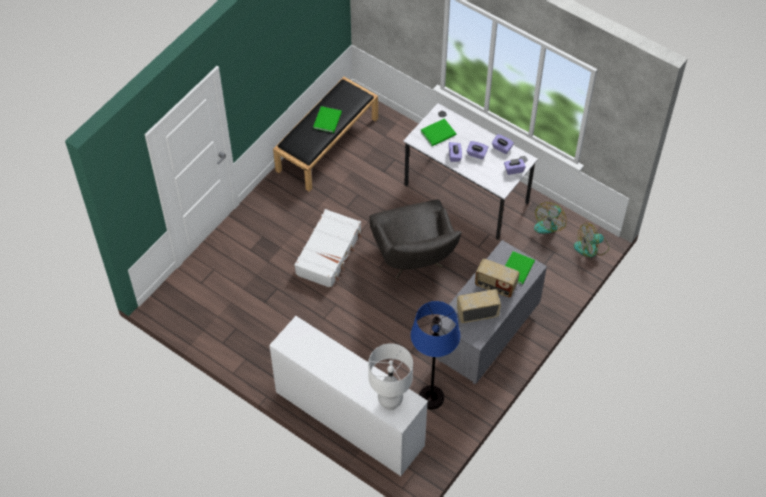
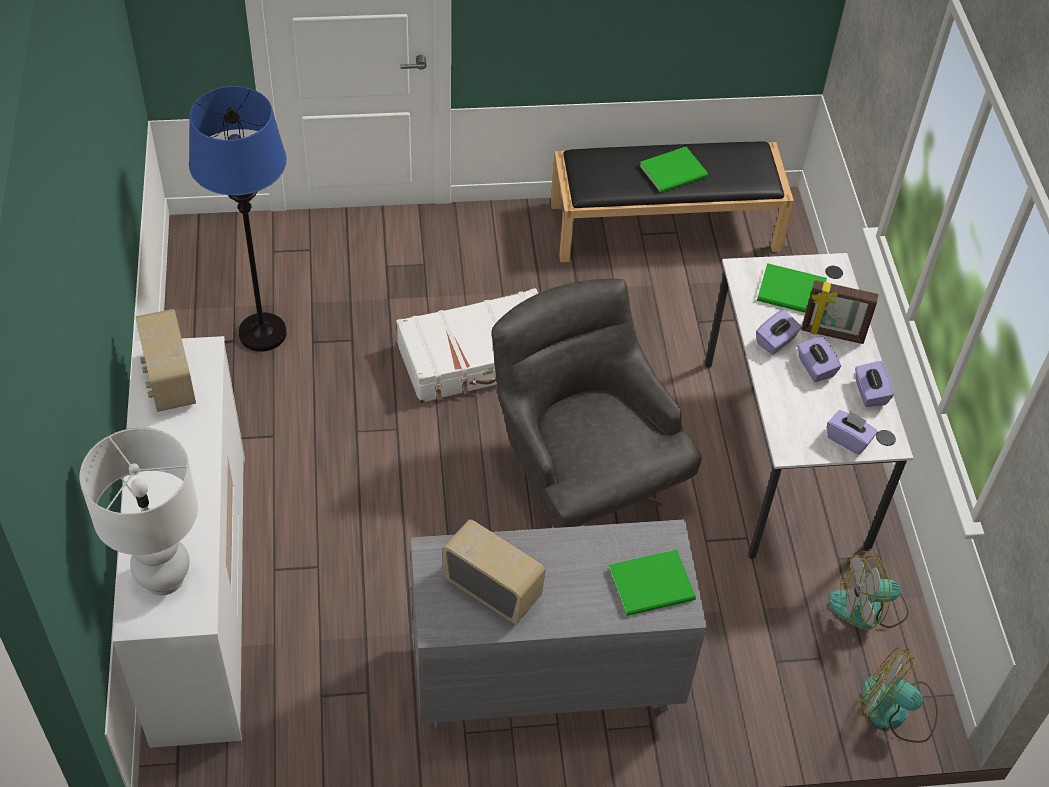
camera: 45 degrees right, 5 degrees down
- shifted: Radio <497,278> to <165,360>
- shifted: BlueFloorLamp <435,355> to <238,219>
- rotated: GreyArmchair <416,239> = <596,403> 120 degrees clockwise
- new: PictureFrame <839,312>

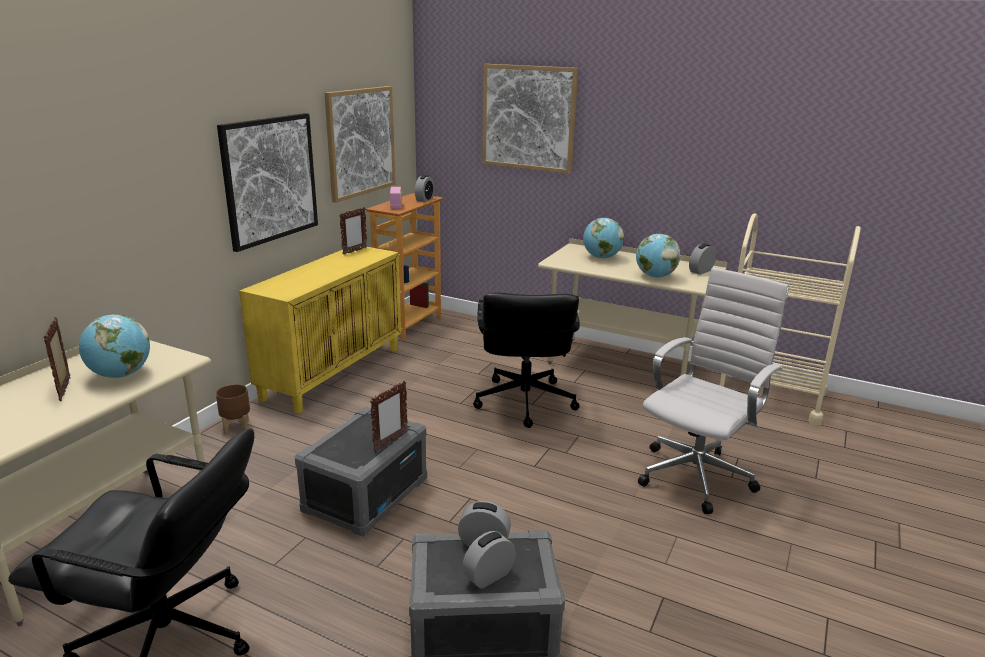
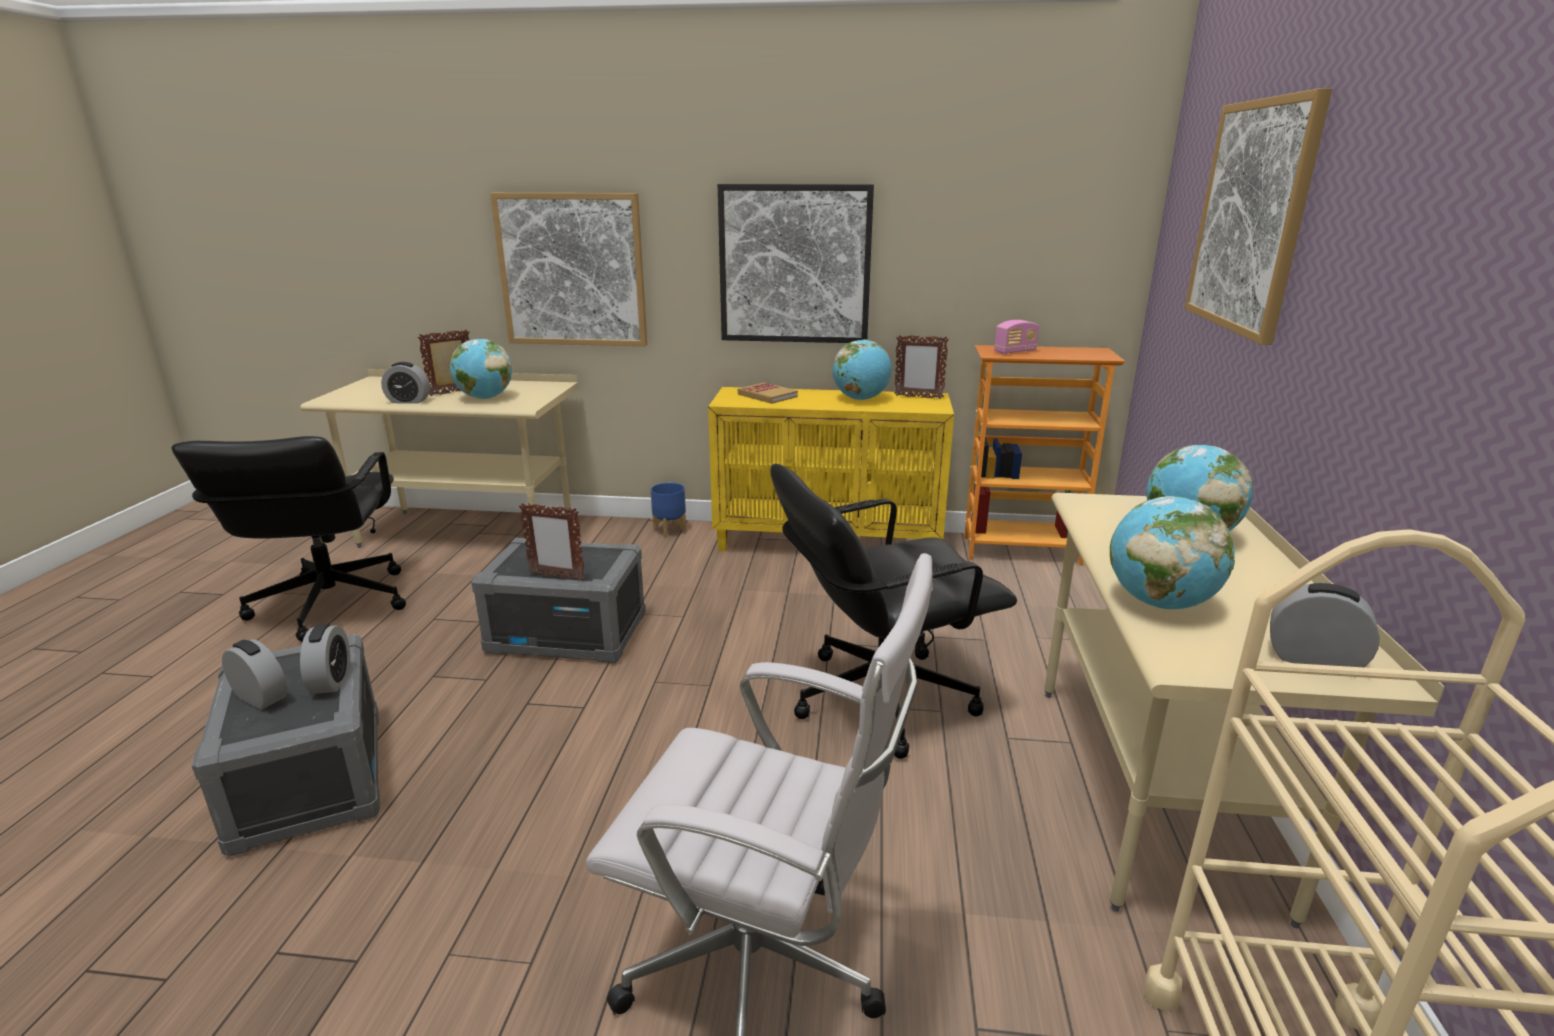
camera: 70 degrees right, 0 degrees up
- shifted: AlarmClock <425,188> to <405,383>
- shifted: Picture <359,144> to <568,269>
- repainted: BrownPlanter <233,409> to BluePlanter <668,510>
- new: Book <768,393>
- new: Globe <862,369>

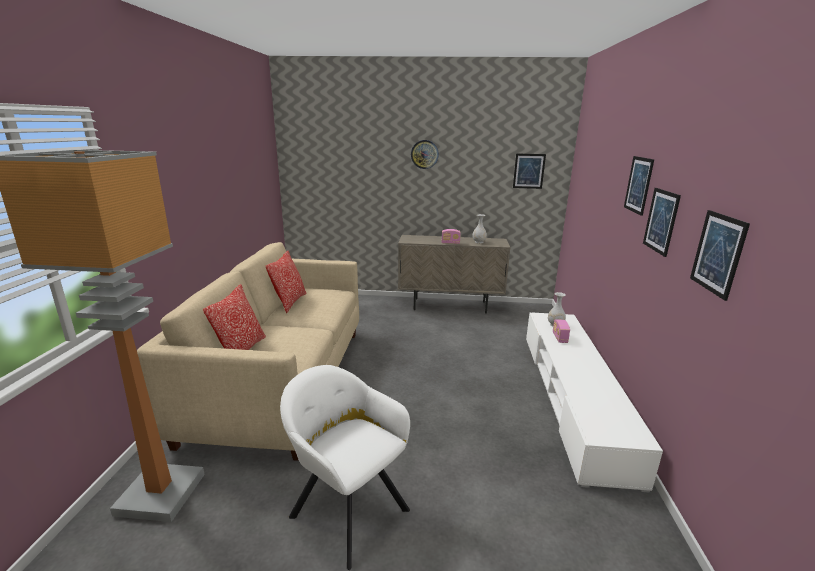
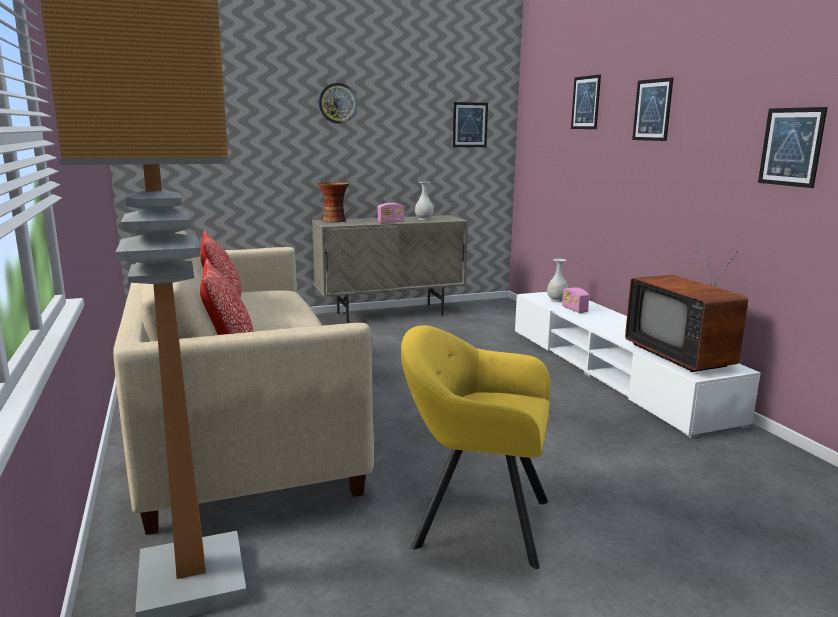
camera: 25 degrees left, 5 degrees down
- new: Vase <333,202>
- repainted: WhiteArmchair <345,467> to YellowArmchair <475,447>
- shifted: Picture <662,222> to <586,101>
- new: Television <686,309>

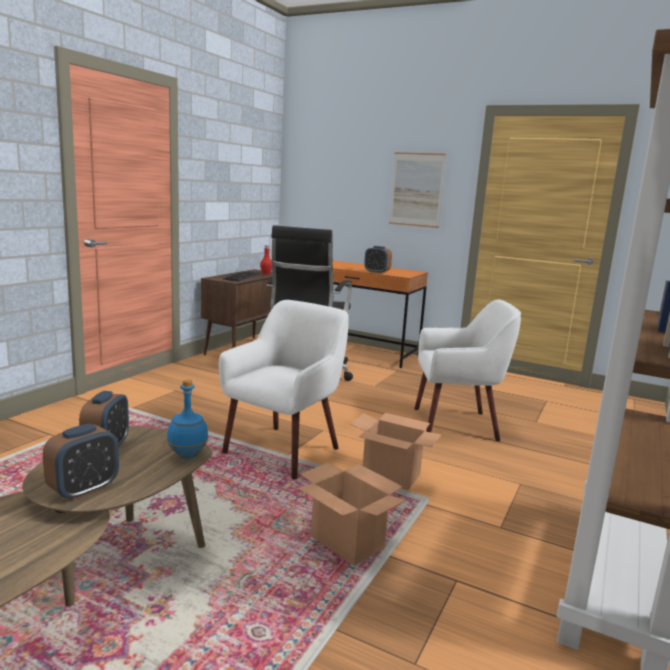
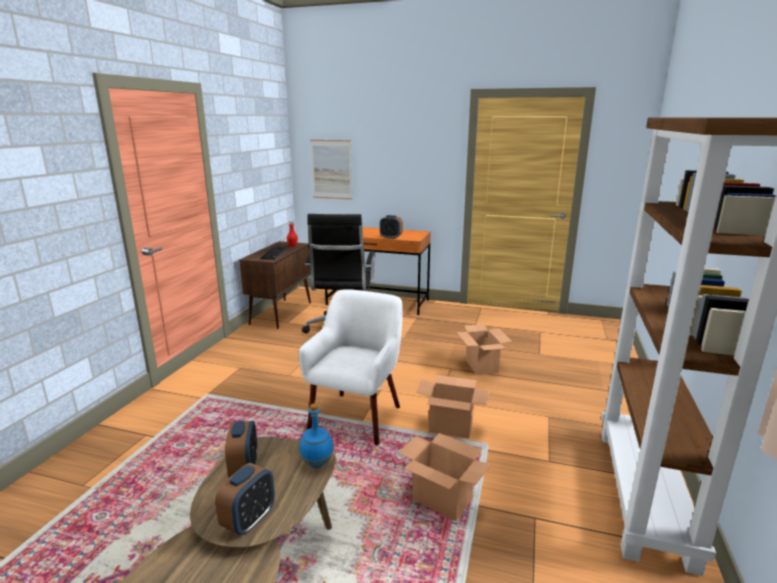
camera: 10 degrees left, 5 degrees up
- shifted: Picture <418,190> to <331,170>
- swapped: WhiteArmchair <467,371> to CardboardBox <484,349>

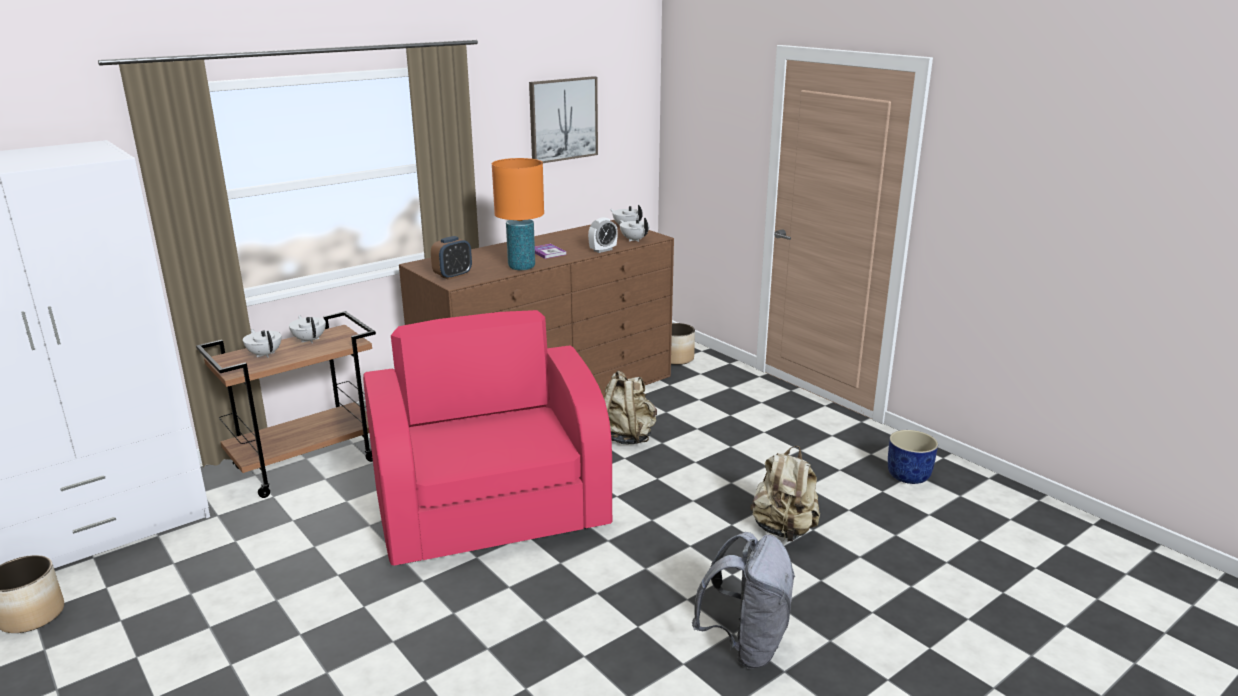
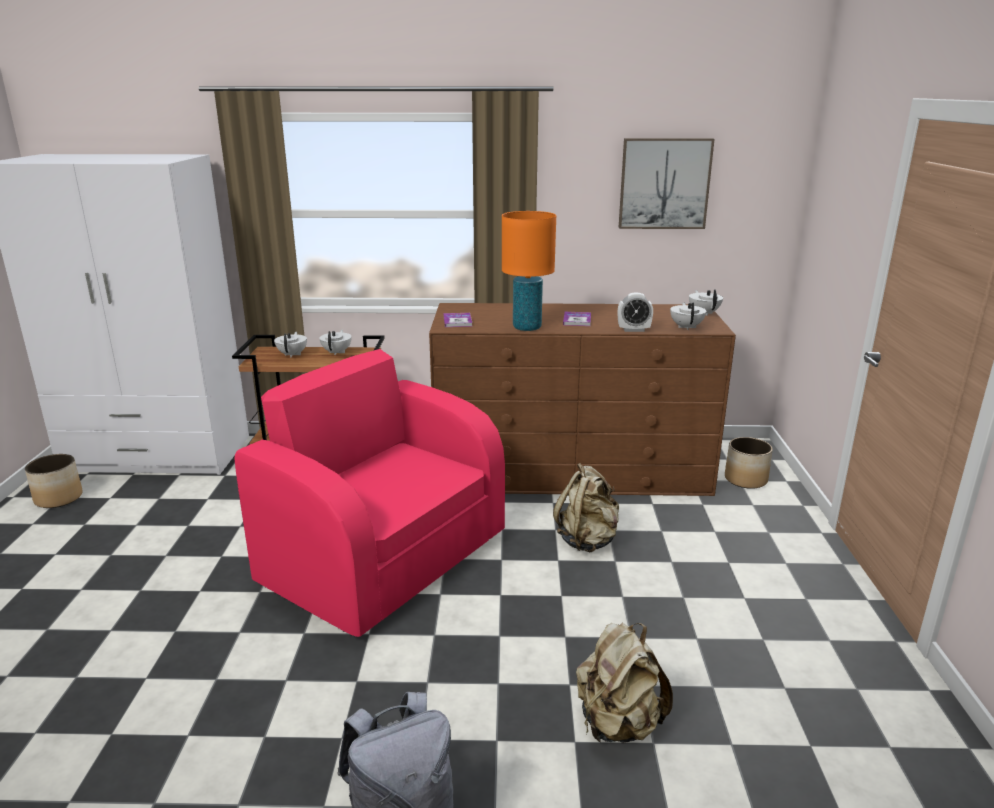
camera: 40 degrees right, 0 degrees up
- rotated: PinkArmchair <487,438> = <370,493> 75 degrees counterclockwise
- swapped: AlarmClock <451,258> to Book <458,320>
- gone: BluePlanter <913,457>

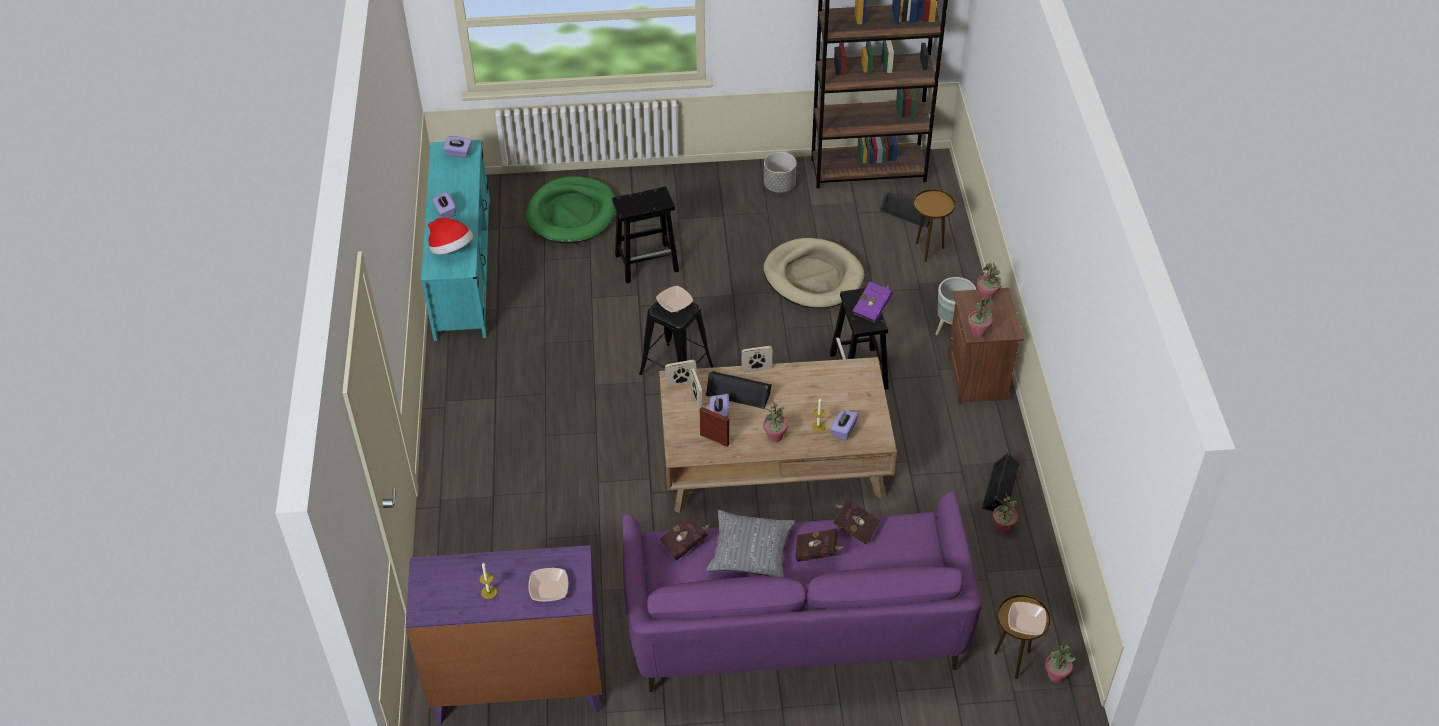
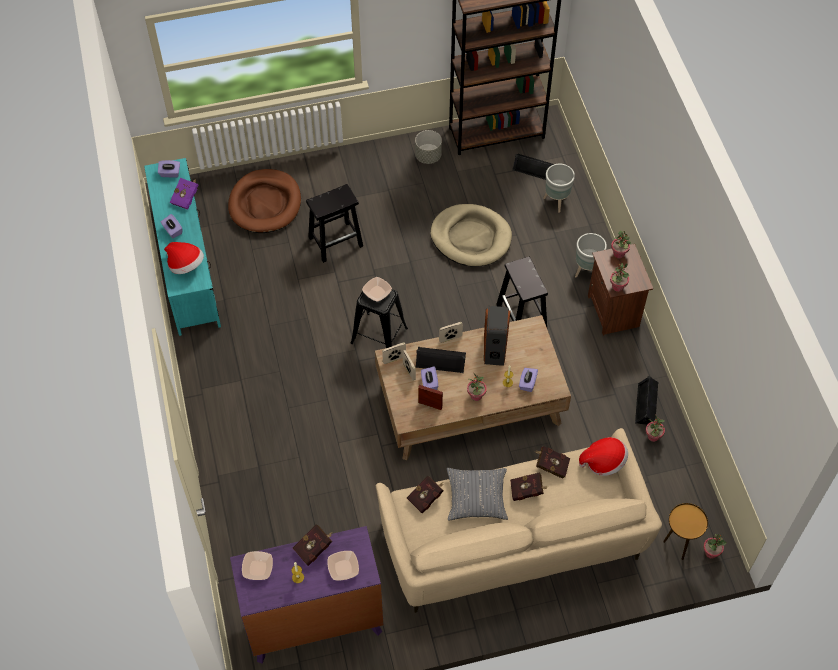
camera: 10 degrees left, 10 degrees up
- shifted: PurpleBook <873,302> to <184,194>
- repainted: GreenDogBed <571,210> to BrownDogBed <264,201>
- shifted: Bowl <1027,618> to <257,565>
- new: RedBook <313,545>
- repainted: PurpleSofa <802,592> to BeigeSofa <519,520>
- new: Speaker <497,336>
- swapped: BrownSideTable <934,225> to GreyPlanter <559,188>
- new: Hat <603,456>

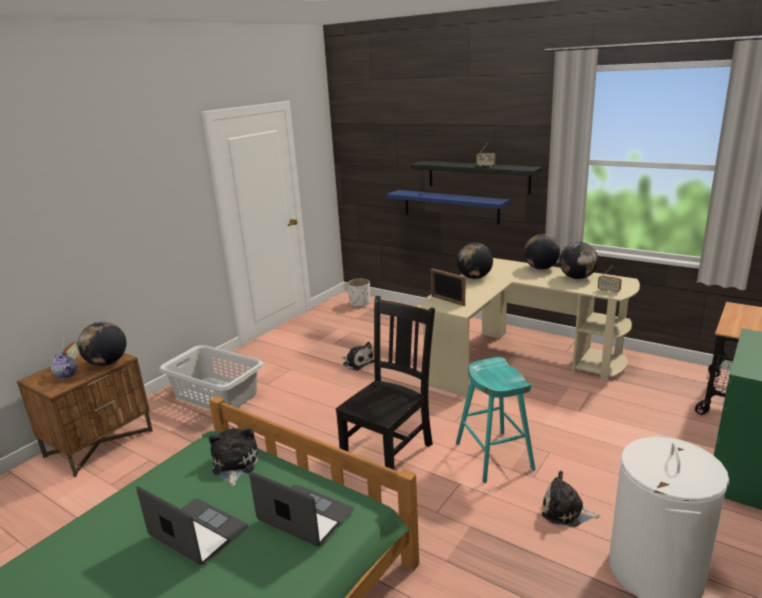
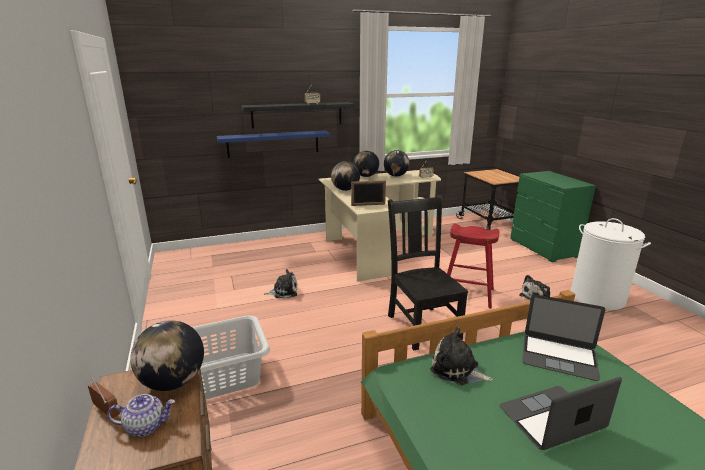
camera: 55 degrees left, 0 degrees up
- repainted: TurquoiseStool <495,420> to RedStool <473,266>
- rotated: Laptop <301,509> = <563,337> 135 degrees counterclockwise
- gone: WhitePlanter <358,293>

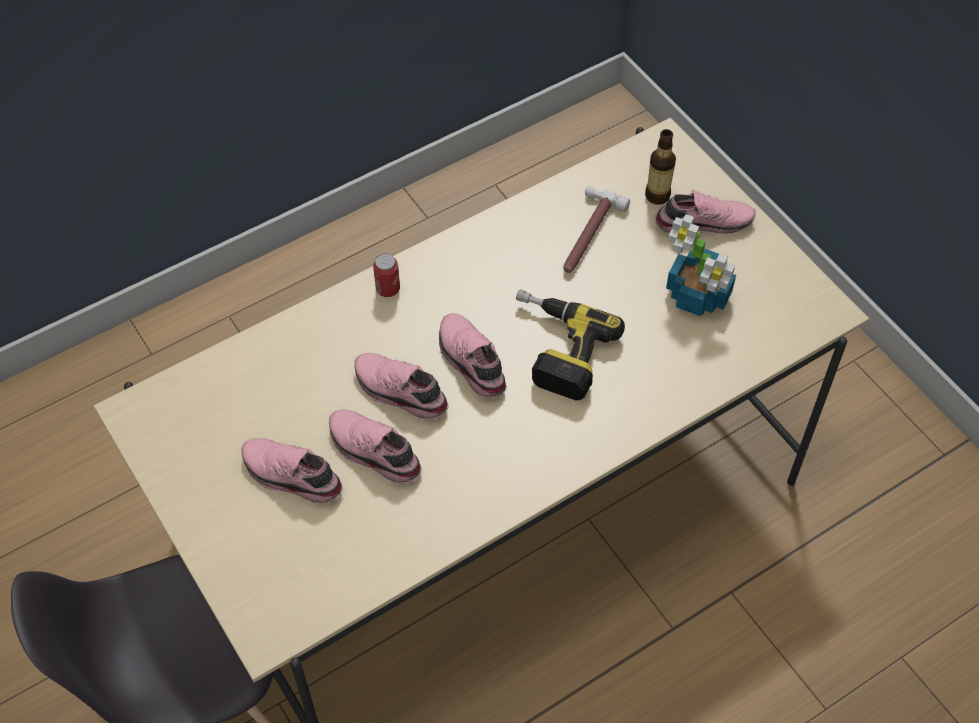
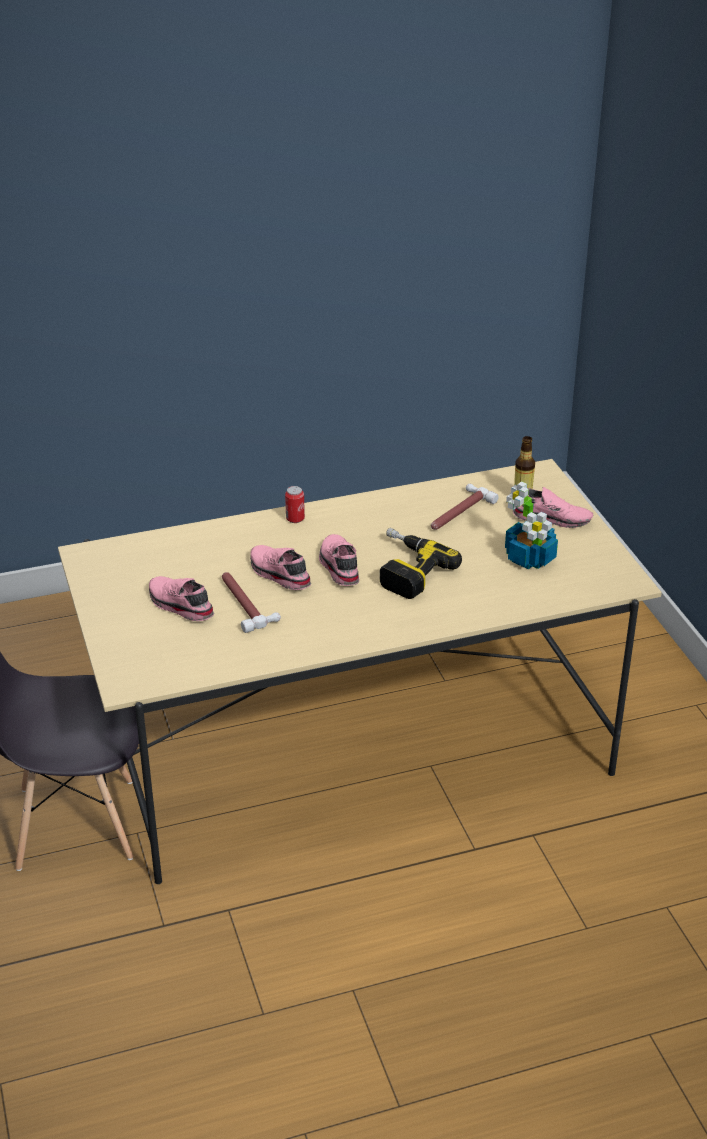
camera: 15 degrees right, 20 degrees down
- swapped: PinkShoe <375,446> to Hammer <251,602>

